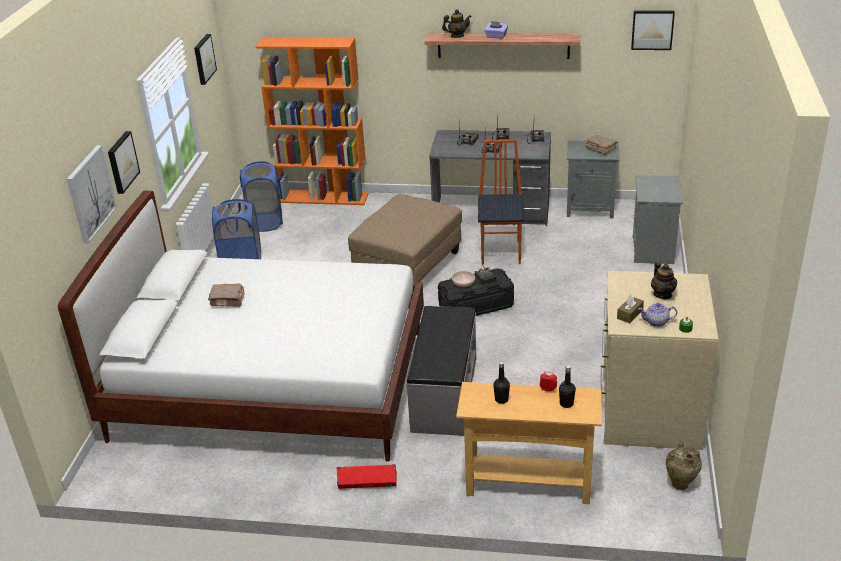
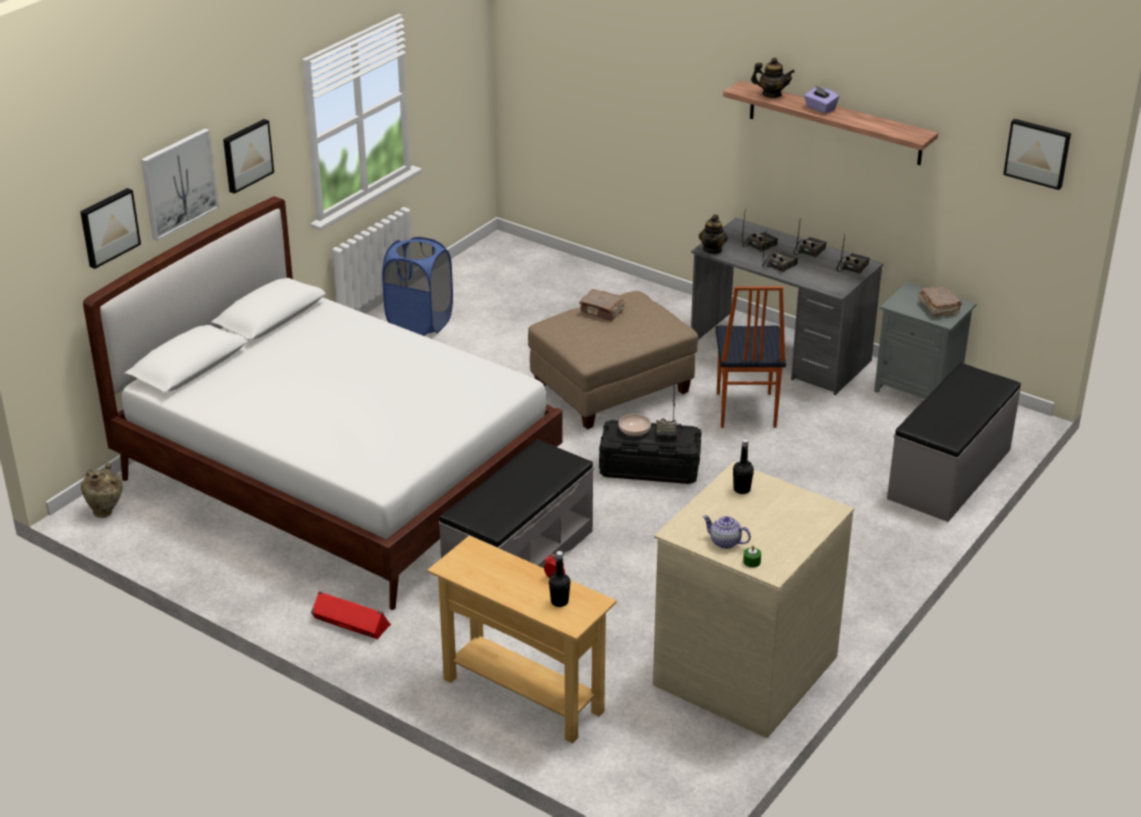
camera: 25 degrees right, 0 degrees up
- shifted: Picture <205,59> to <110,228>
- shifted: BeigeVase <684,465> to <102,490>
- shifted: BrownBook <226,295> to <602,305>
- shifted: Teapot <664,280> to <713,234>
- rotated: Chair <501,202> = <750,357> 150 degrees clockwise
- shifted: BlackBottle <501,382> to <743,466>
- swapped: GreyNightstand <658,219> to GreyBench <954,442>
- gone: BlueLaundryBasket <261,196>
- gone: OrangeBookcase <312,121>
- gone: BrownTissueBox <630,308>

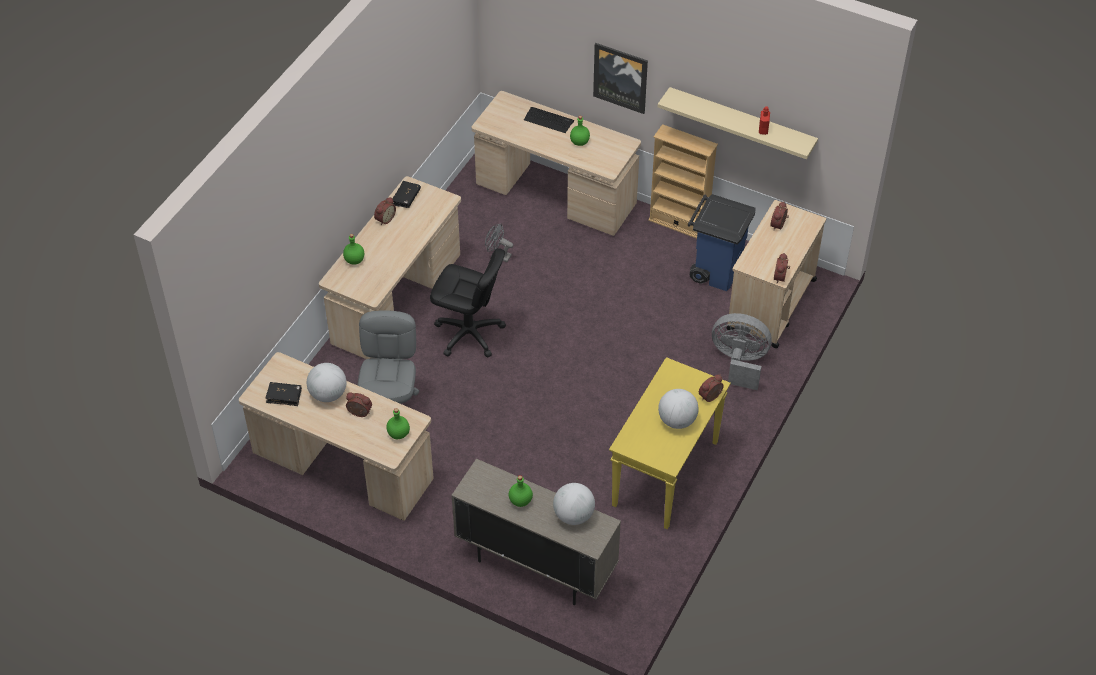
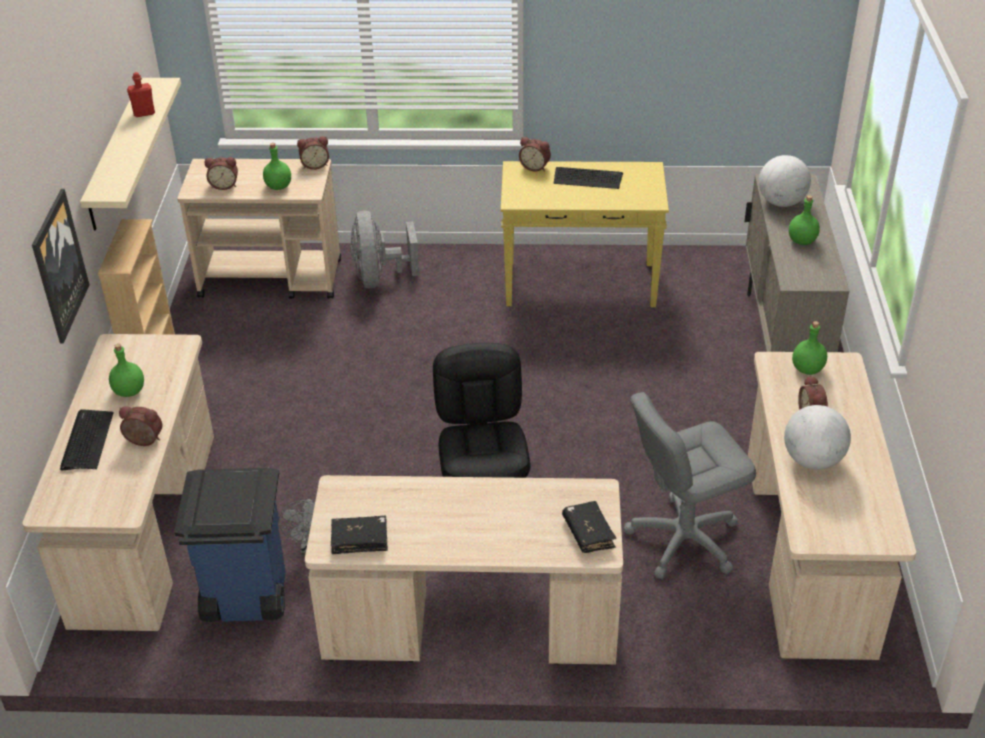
camera: 115 degrees left, 10 degrees down
- shifted: AlarmClock <385,211> to <140,426>
- shifted: BlueTrashCan <722,242> to <230,545>
- shifted: GreenBottle <353,249> to <277,166>
- swapped: Globe <678,409> to Keyboard <588,178>
- shifted: BlackBook <283,394> to <589,527>

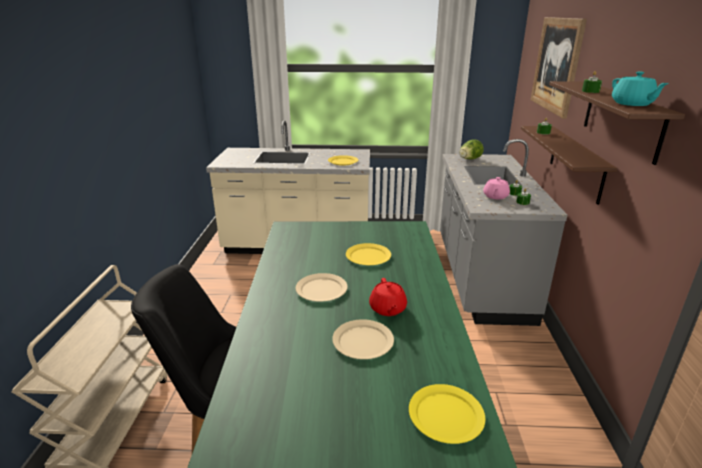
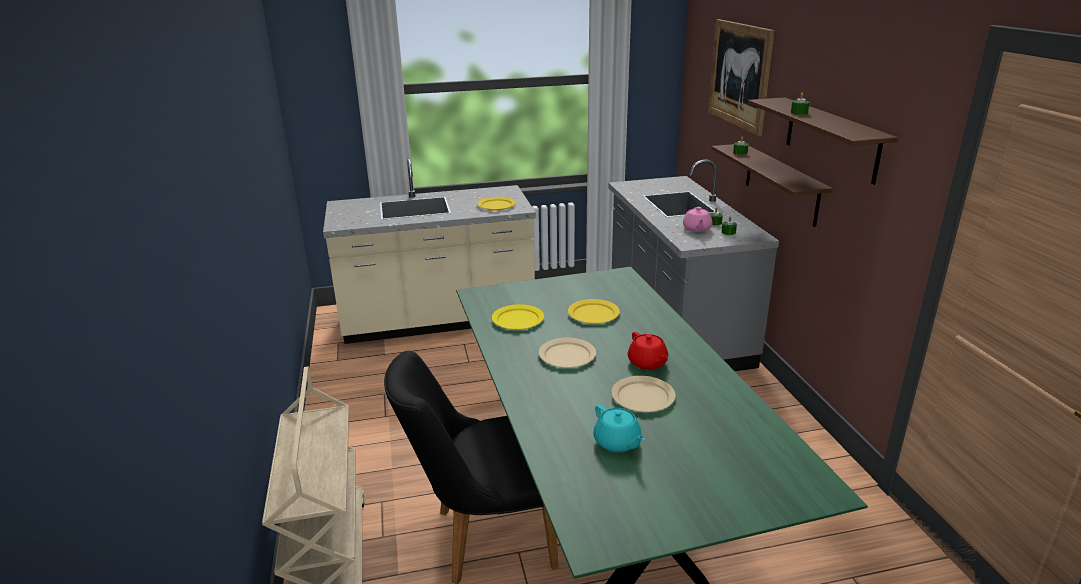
camera: 15 degrees left, 0 degrees up
- shifted: YellowPlate <447,414> to <518,316>
- shifted: TurquoiseTeapot <640,89> to <619,428>
- gone: Lettuce <471,149>

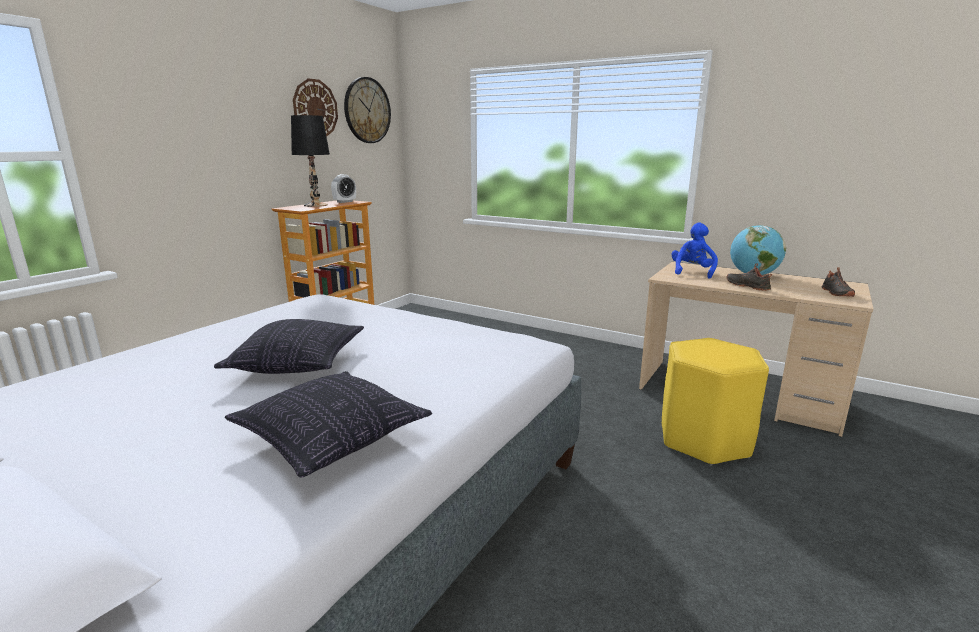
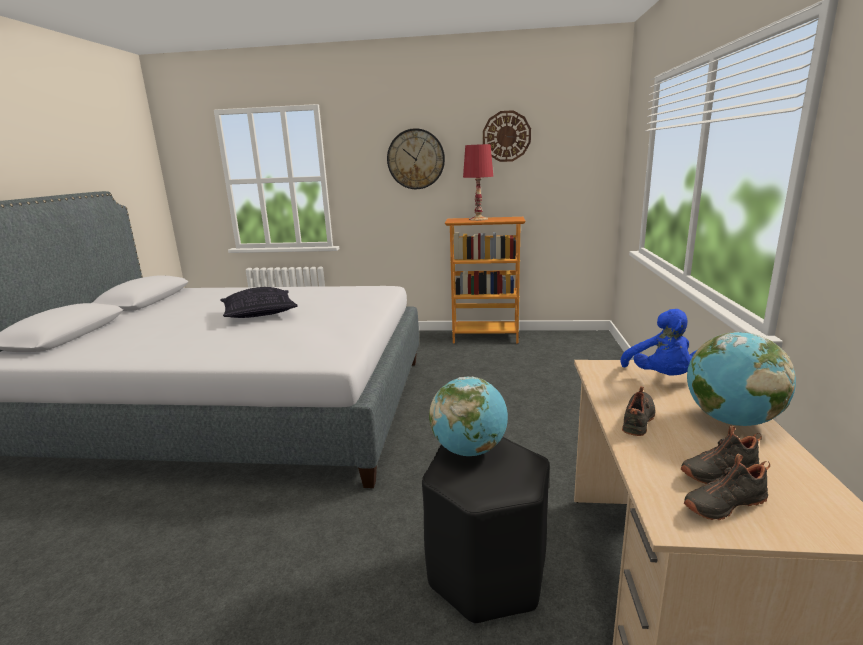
camera: 65 degrees right, 0 degrees up
- shifted: WallClock <367,110> to <416,158>
- repainted: YellowStool <715,402> to BlackStool <485,531>
- new: Globe <468,416>
- repainted: BlackTableLamp <310,161> to RedTableLamp <478,182>
- rotated: BluePlushToy <694,251> = <658,342> 90 degrees clockwise
- new: BlackShoe <721,454>
- gone: Pillow <328,424>
- gone: AlarmClock <343,188>

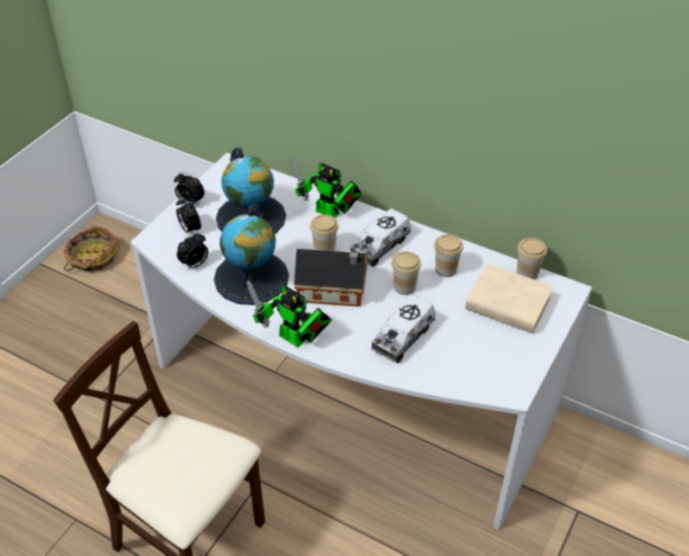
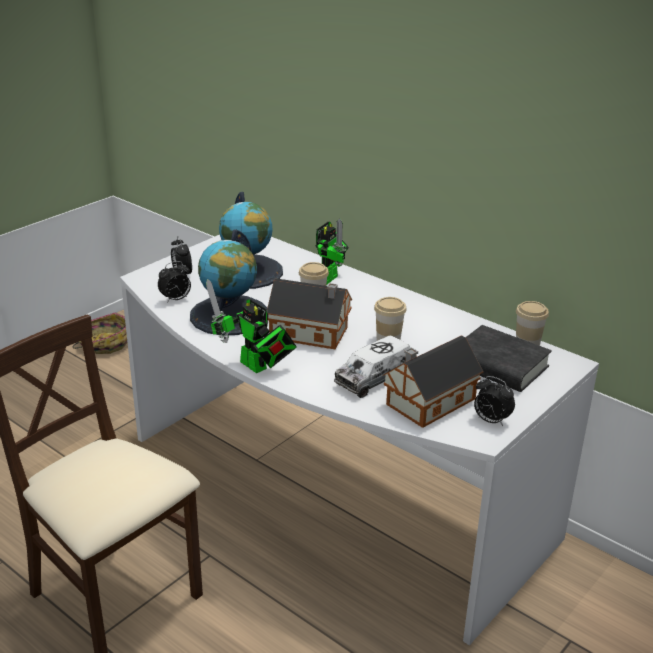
camera: 10 degrees right, 15 degrees down
- rotated: ToyRobot <326,187> = <332,251> 105 degrees counterclockwise
- new: ToyHouse <432,381>
- repainted: BeigeBook <509,299> to BlackBook <509,358>
- shifted: AlarmClock <189,189> to <494,401>
- gone: ToyTruck <380,237>
- gone: Cup <448,255>

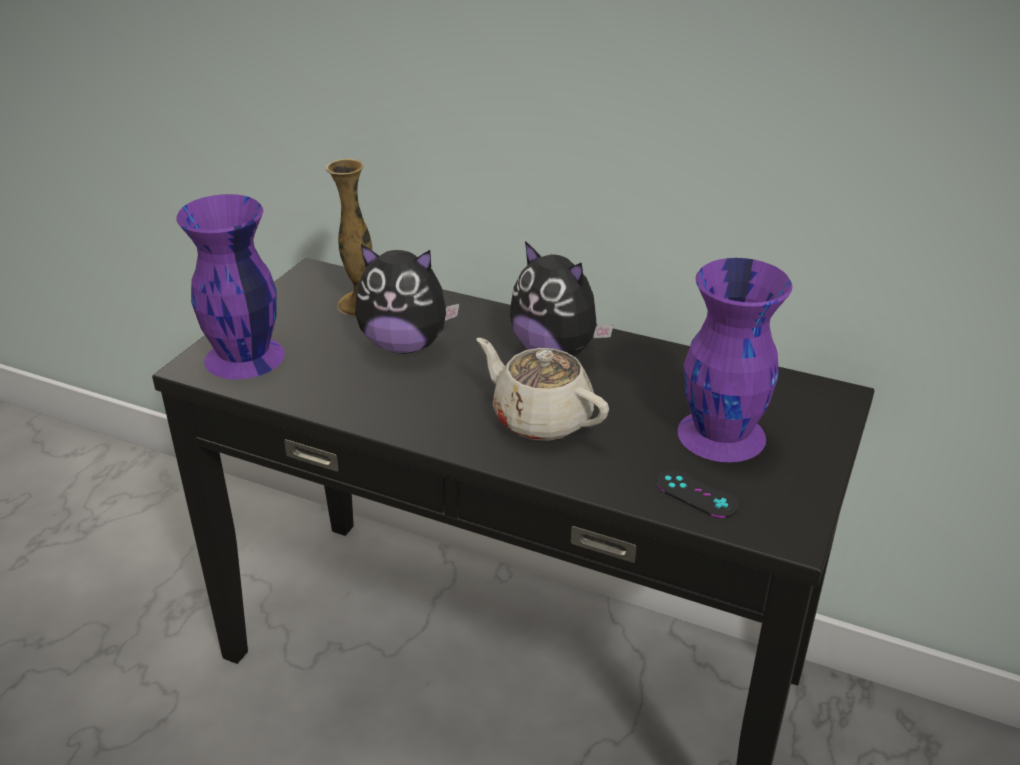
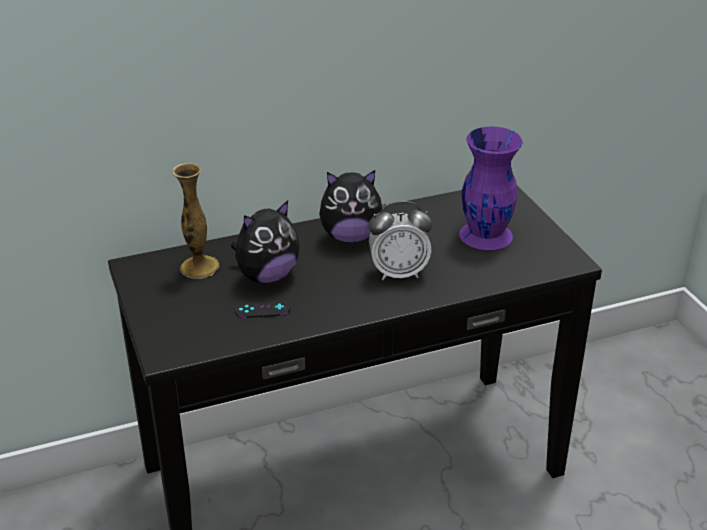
camera: 45 degrees left, 0 degrees up
- shifted: BlackGameController <697,494> to <263,309>
- swapped: BeigeTeapot <543,389> to AlarmClock <401,240>
- gone: PurpleVase <230,286>

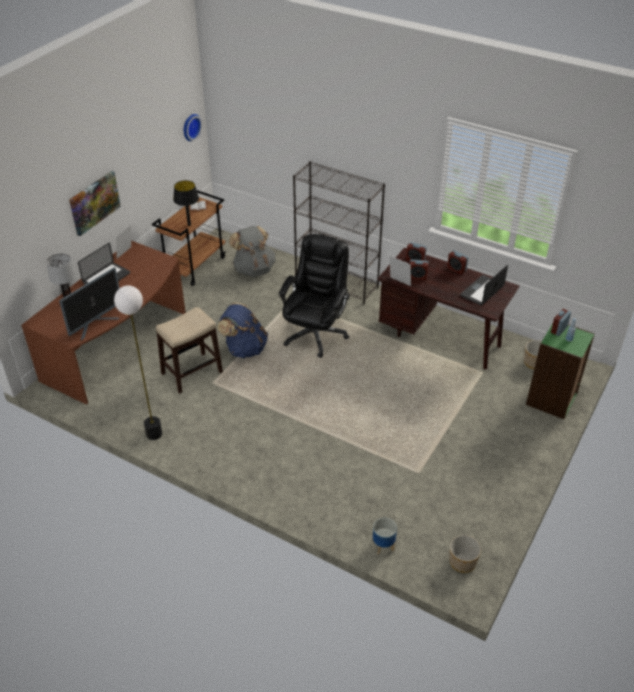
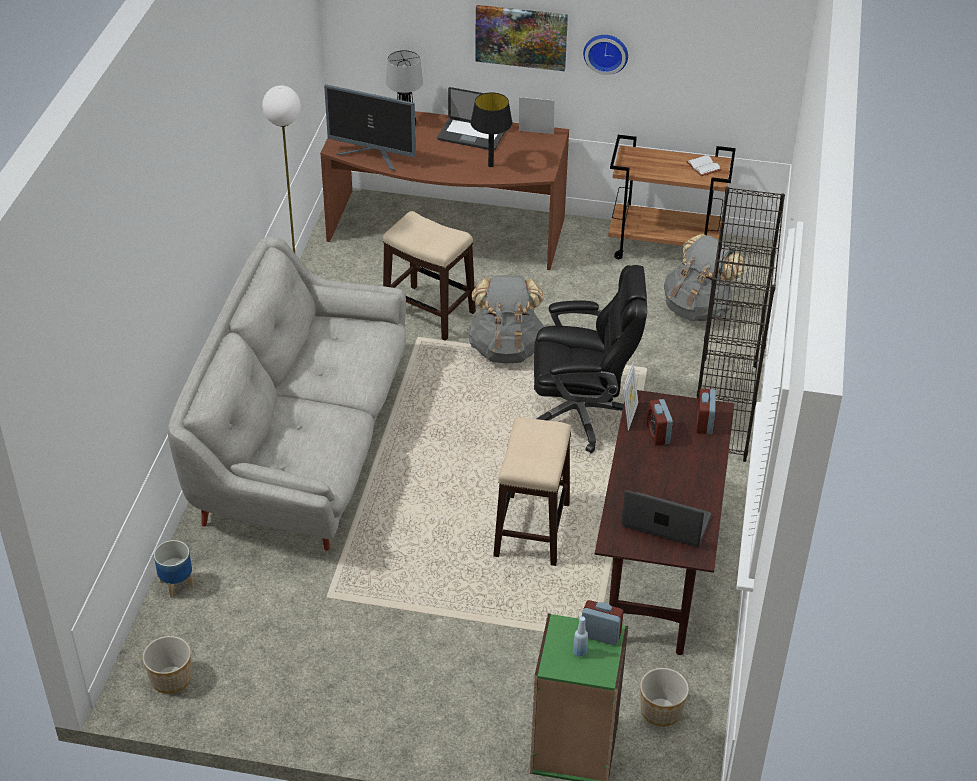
camera: 70 degrees right, 0 degrees up
- new: GreySofa <287,393>
- repainted: BlueBackpack <242,330> to GreyBackpack <505,319>
- shifted: BlackTableLamp <186,203> to <492,129>
- new: Stool <532,491>
- shifted: WallClock <193,127> to <605,55>
- gone: AlarmClock <457,262>

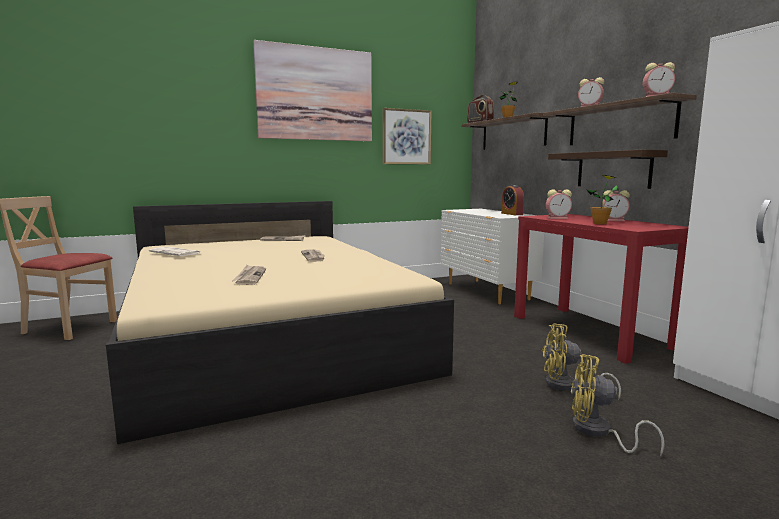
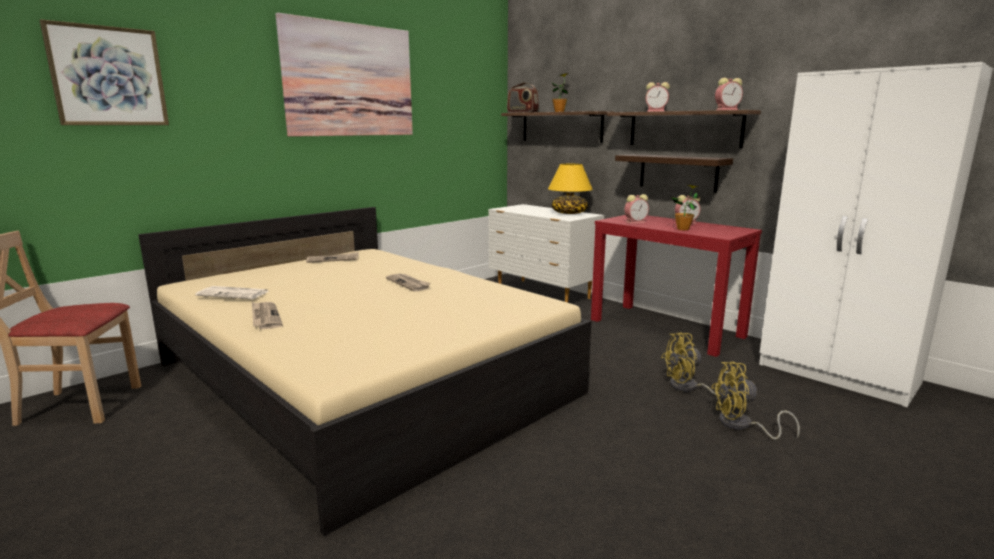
camera: 20 degrees left, 5 degrees up
- shifted: Picture <407,136> to <104,72>
- shifted: Newspaper <249,275> to <267,315>
- swapped: AlarmClock <512,200> to YellowTableLamp <570,189>

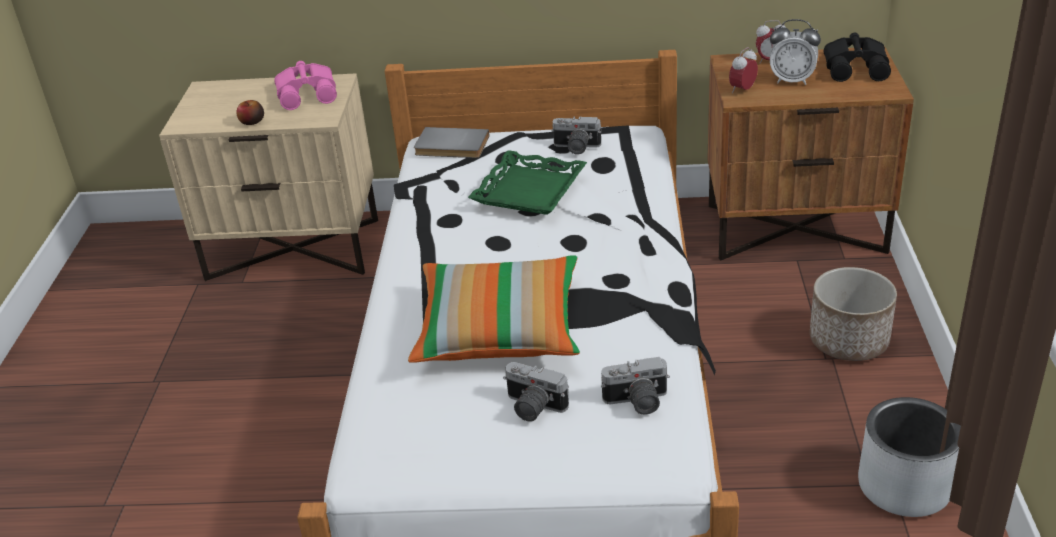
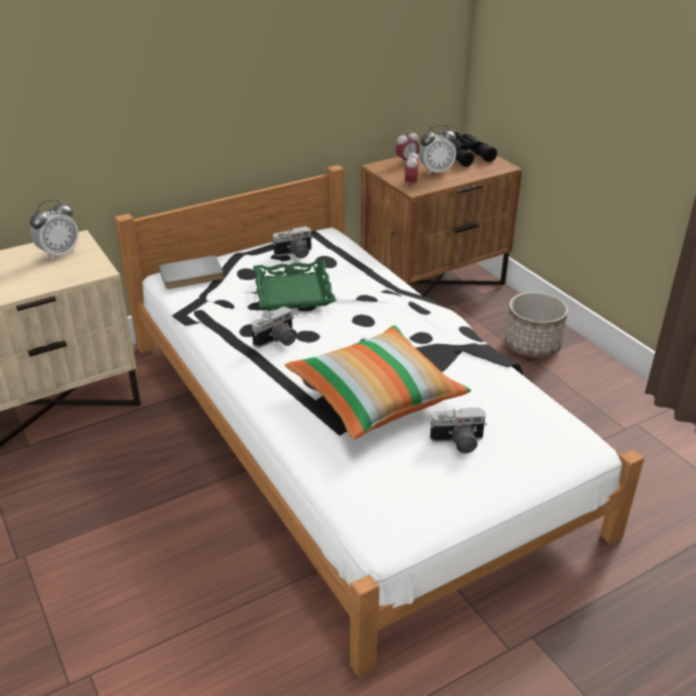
camera: 35 degrees left, 0 degrees up
- swapped: PinkBinoculars <305,85> to AlarmClock <54,229>
- shifted: PhotoCamera <635,386> to <274,327>
- gone: Apple <250,112>
- gone: GreyPlanter <909,457>

